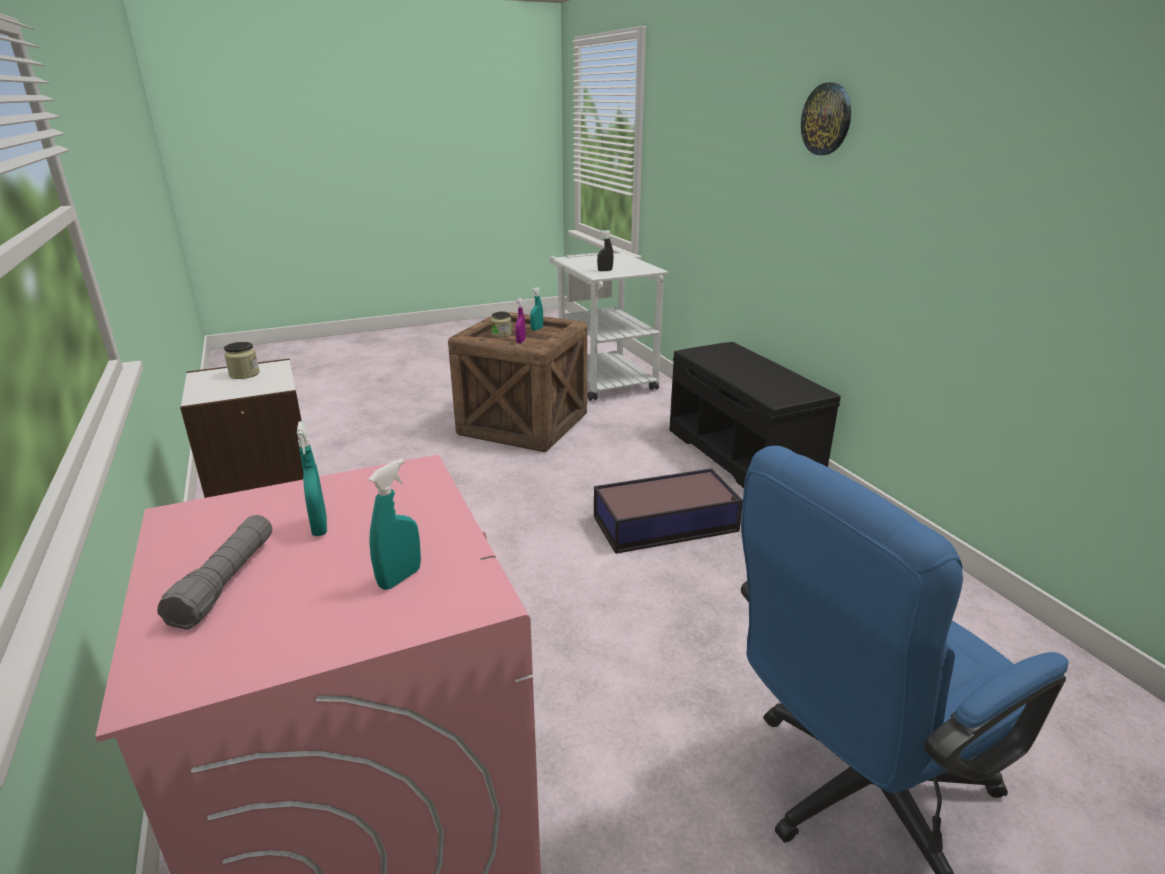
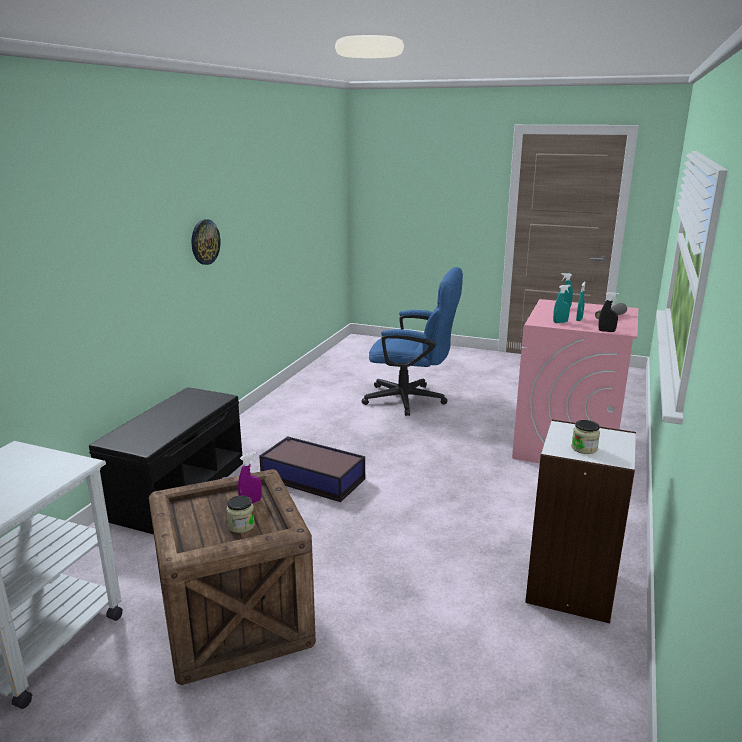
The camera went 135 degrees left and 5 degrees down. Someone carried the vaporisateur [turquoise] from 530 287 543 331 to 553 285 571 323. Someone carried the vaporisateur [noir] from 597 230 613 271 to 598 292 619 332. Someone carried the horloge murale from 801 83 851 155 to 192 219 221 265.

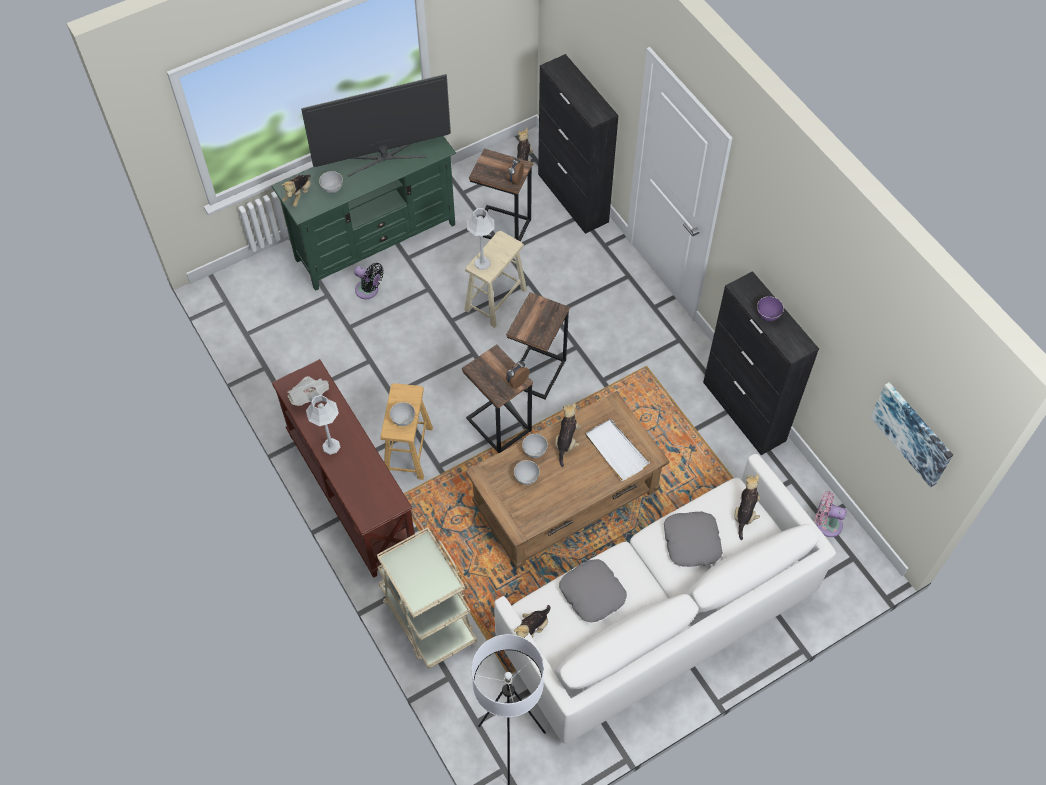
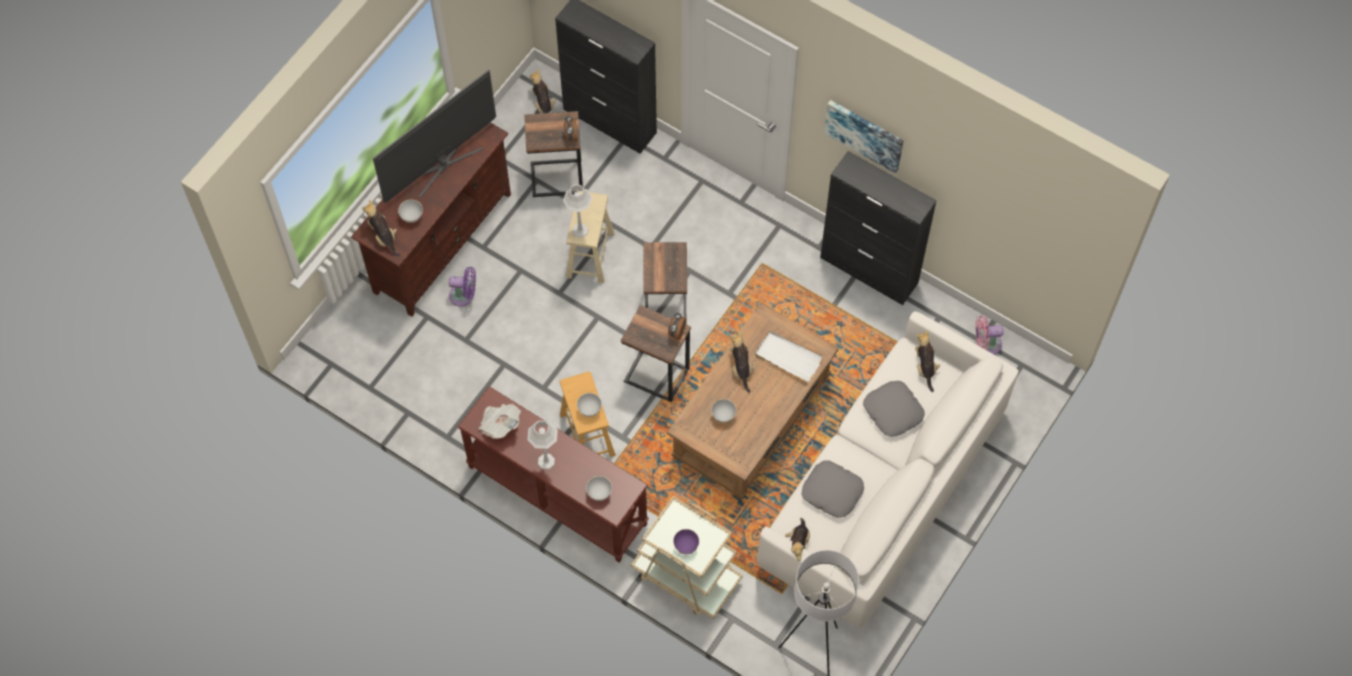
The camera went 25 degrees left and 5 degrees up. Someone repainted the meuble télé [vert] at 271 136 456 291, which became the meuble télé [marron] at 351 122 511 317. Someone rotated the peluche at 282 174 311 207 by 150 degrees clockwise. Someone repainted the ventilateur [noir] at 354 263 384 299, which became the ventilateur [violet] at 449 267 476 306. Someone carried the bol [gris] from 522 434 548 458 to 586 476 612 501. Someone carried the bol [violet] from 757 296 784 321 to 673 529 699 554. Someone carried the tableau from 870 382 953 488 to 824 100 904 174.

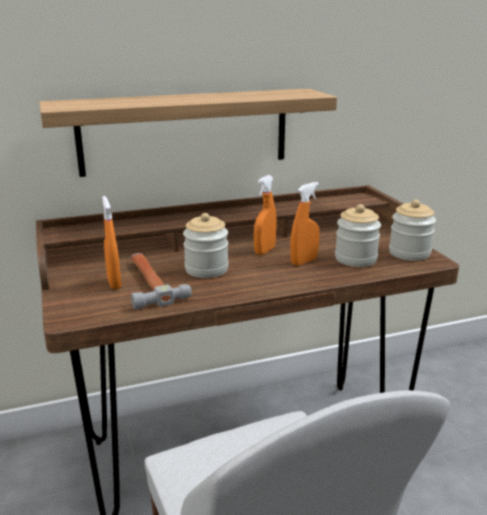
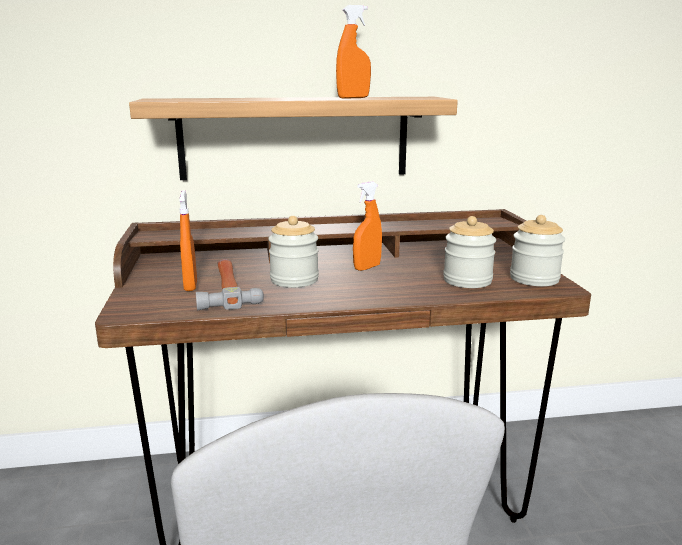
The camera went 10 degrees right and 5 degrees down. Someone carried the vaporisateur [orange] from 290 182 320 266 to 336 5 371 99.

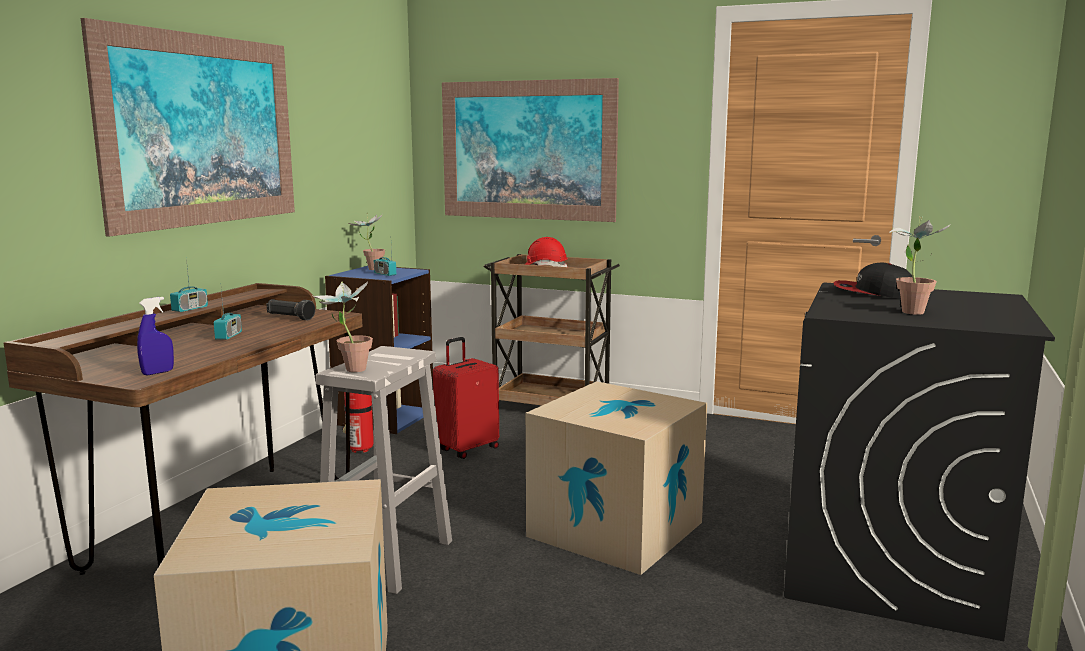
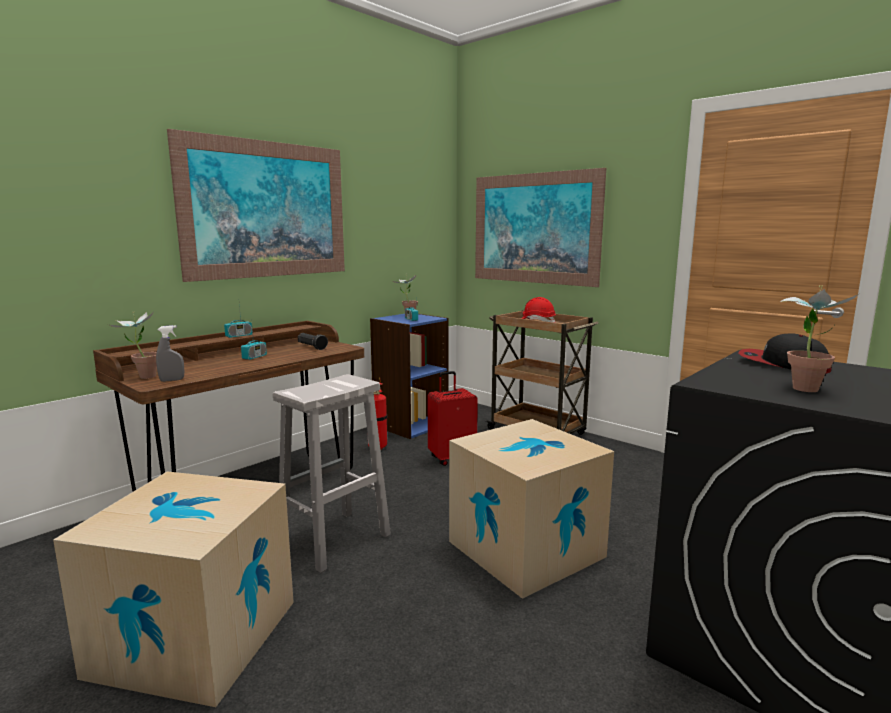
The camera went 20 degrees right and 0 degrees up. Someone repainted the vaporisateur [bleu] at 137 297 174 375, which became the vaporisateur [gris] at 156 325 184 382. Someone carried the plante en pot from 311 280 373 372 to 110 311 157 379.

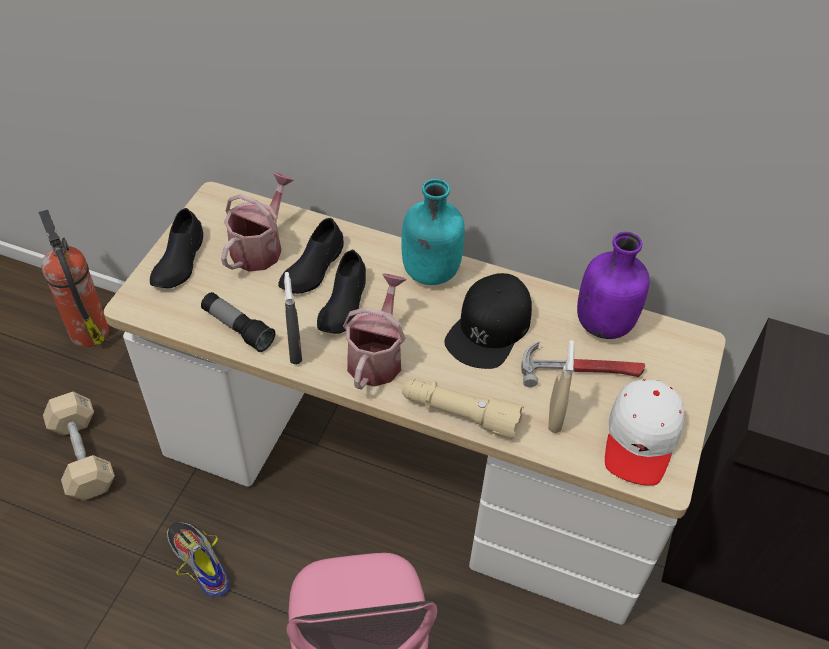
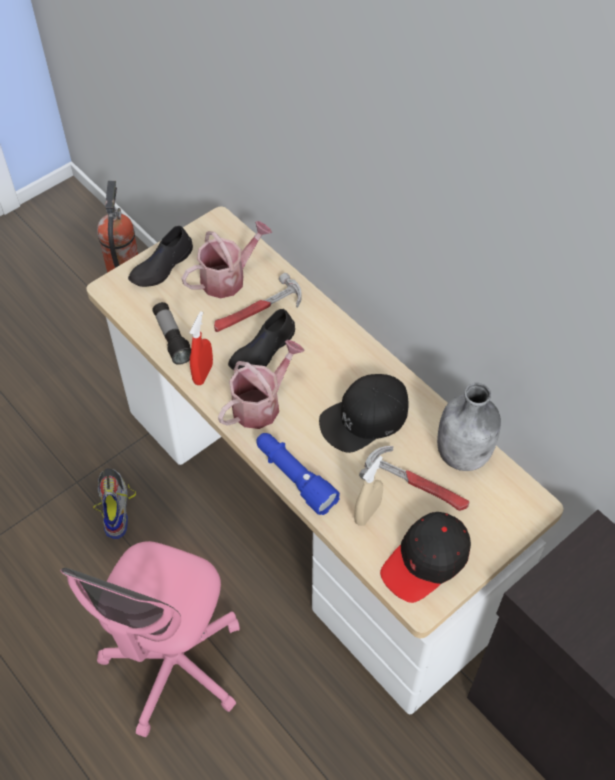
The camera went 30 degrees right and 5 degrees up. Someone took away the haltère [beige] at 43 392 115 500. Someone swapped the chaussure [noir] at 278 218 344 294 for the marteau at 214 273 302 332. Someone repainted the vaporisateur [gris] at 284 272 302 364, which became the vaporisateur [rouge] at 190 311 213 385. Someone took away the bouteille [turquoise] at 401 179 465 285. Someone repainted the lampe de poche [beige] at 402 379 524 439, which became the lampe de poche [bleu] at 256 433 340 515. Someone repainted the bouteille [violet] at 577 232 650 339, which became the bouteille [gris] at 437 383 501 471. Someone repainted the casquette [blanc] at 605 379 685 486, which became the casquette [noir] at 380 512 471 603.

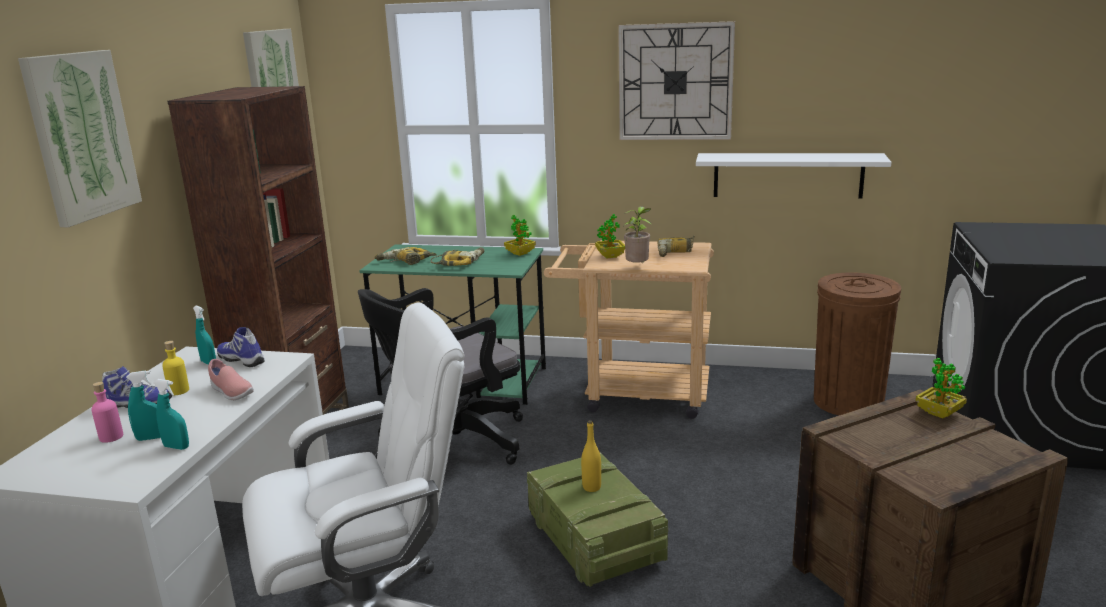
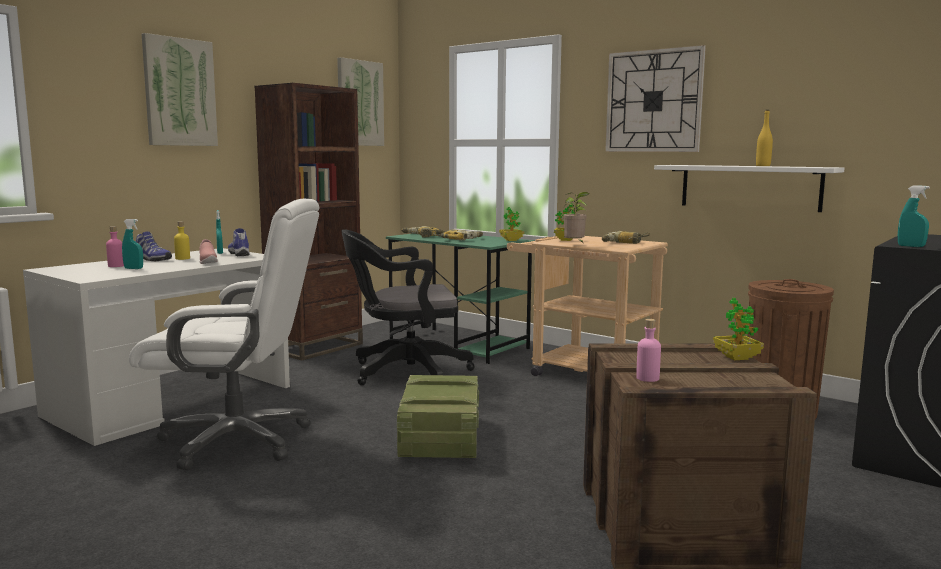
The camera went 25 degrees right and 10 degrees down. Someone carried the vaporisateur [turquoise] from 154 379 189 450 to 898 186 930 247. Someone carried the bouteille [jaune] from 581 420 601 492 to 756 110 773 166. Someone put down the bouteille [rose] at 636 319 661 382.

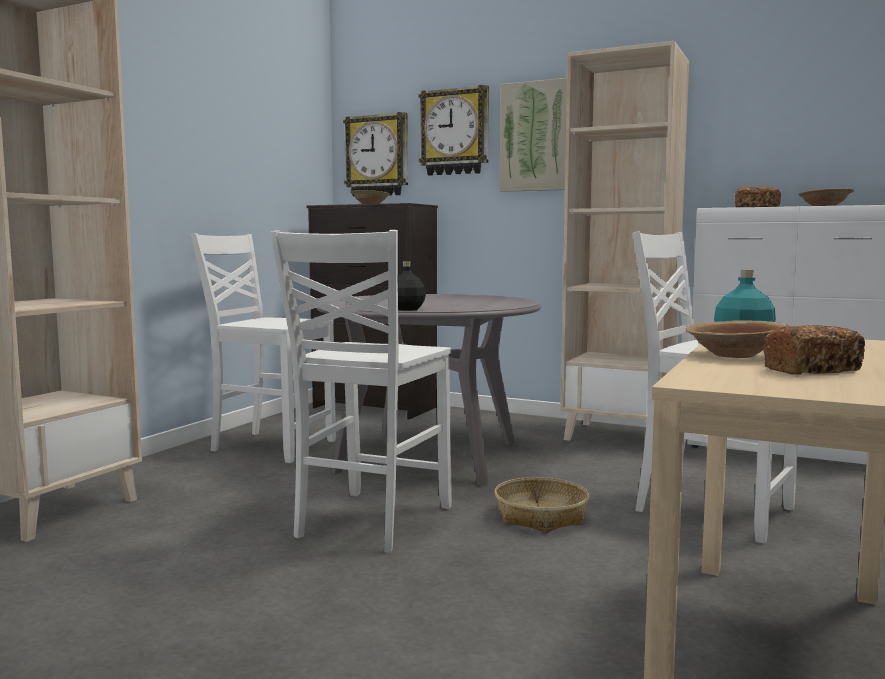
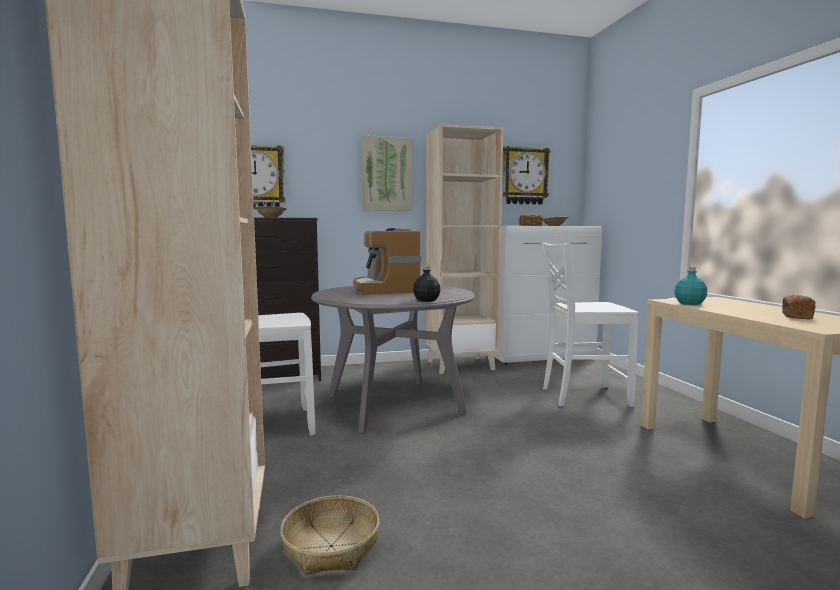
The camera went 40 degrees left and 0 degrees up. Someone took away the chaise [blanc] at 270 230 452 553. Someone carried the horloge murale from 419 85 489 176 to 502 146 550 204. Someone carried the panier from 494 477 589 533 to 280 495 379 575. Someone took away the bol [marron] at 686 320 789 358. Someone put down the machine à café at 353 228 421 295.

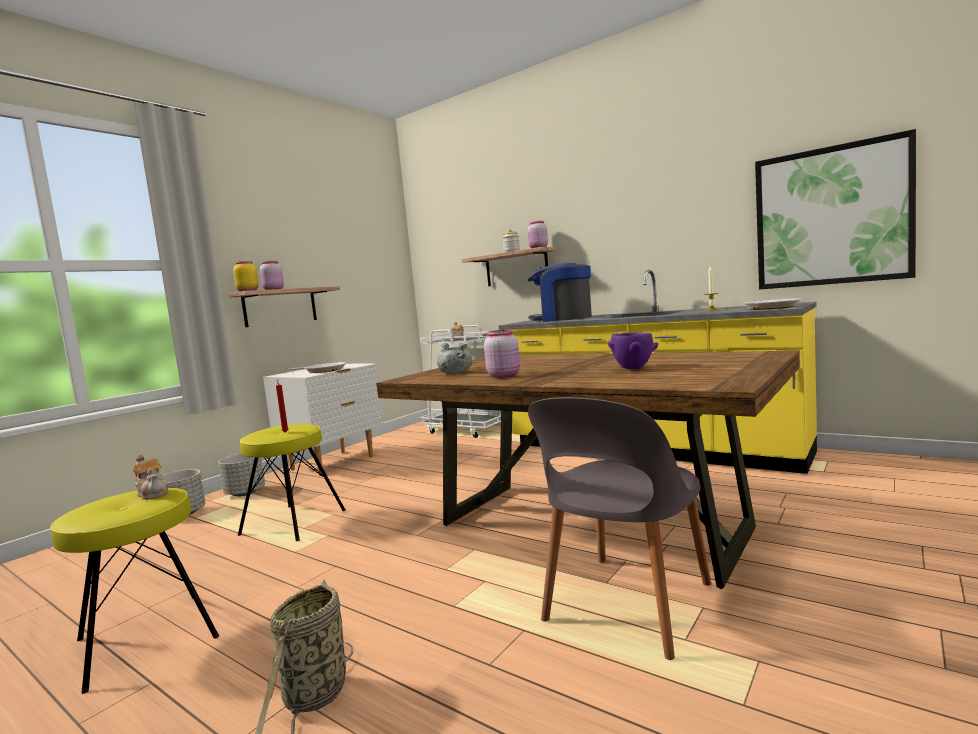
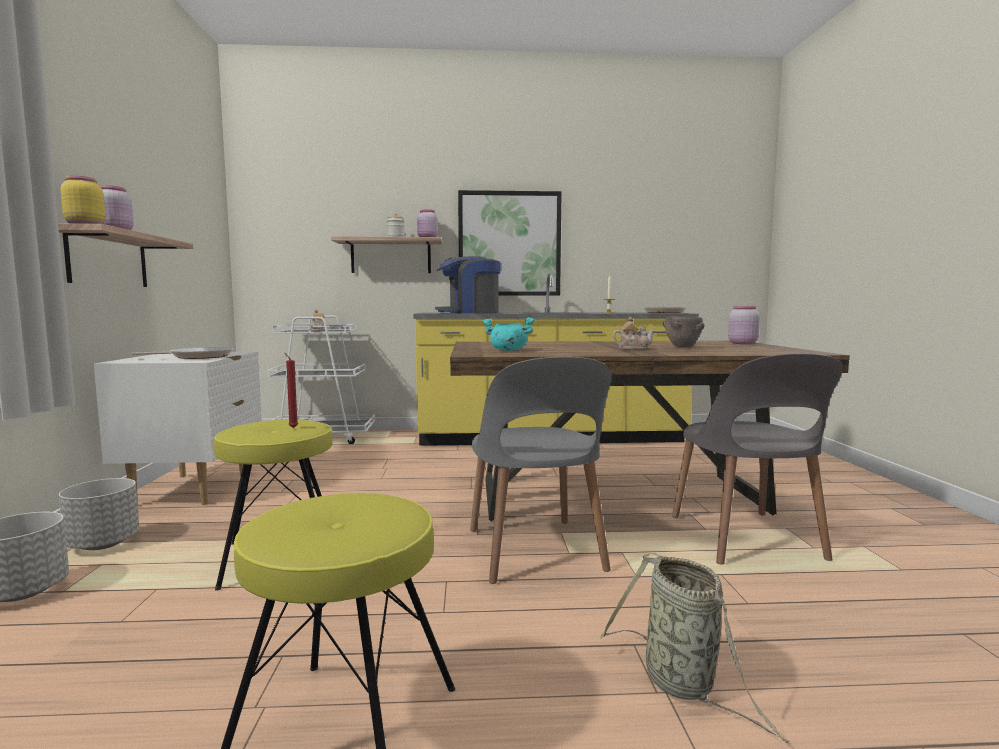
The camera went 40 degrees left and 0 degrees up. Someone carried the théière from 133 454 168 500 to 613 317 655 349. Someone repainted the marmite [gris] at 437 343 473 373, which became the marmite [turquoise] at 482 317 535 351. Someone carried the bocal [rose] from 484 330 520 378 to 728 306 760 344. Someone repainted the bol [violet] at 608 333 658 369, which became the bol [marron] at 663 316 704 348. Someone carried the tableau from 755 129 916 290 to 458 190 562 296. Someone put down the chaise [gris] at 470 357 611 584.

